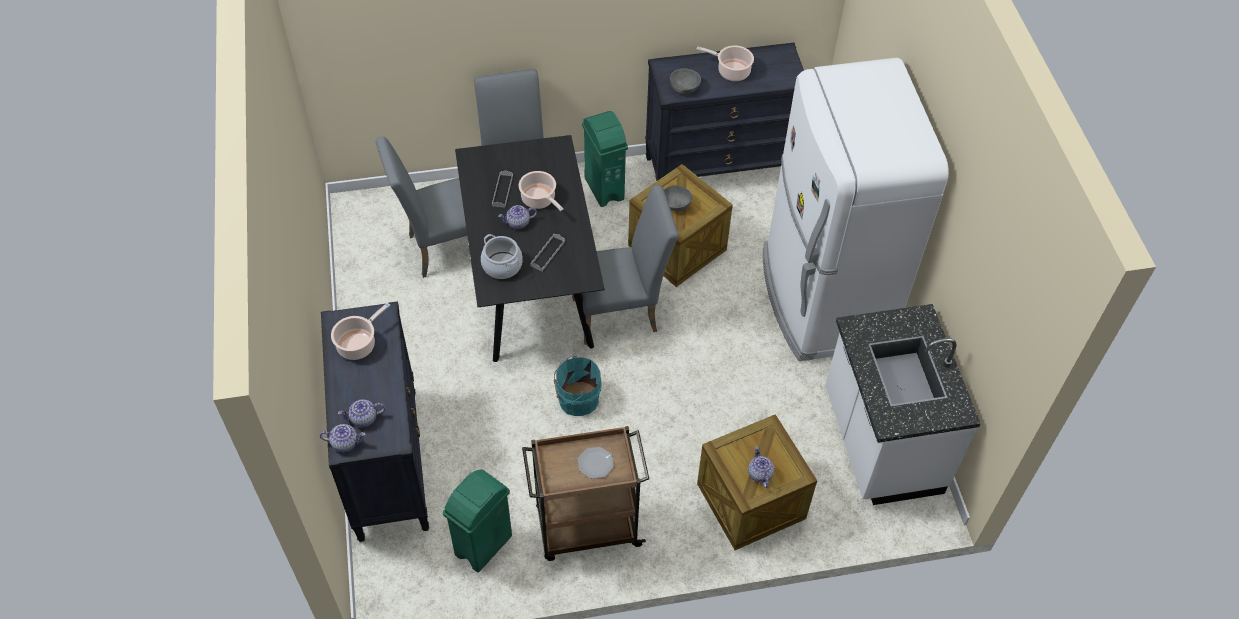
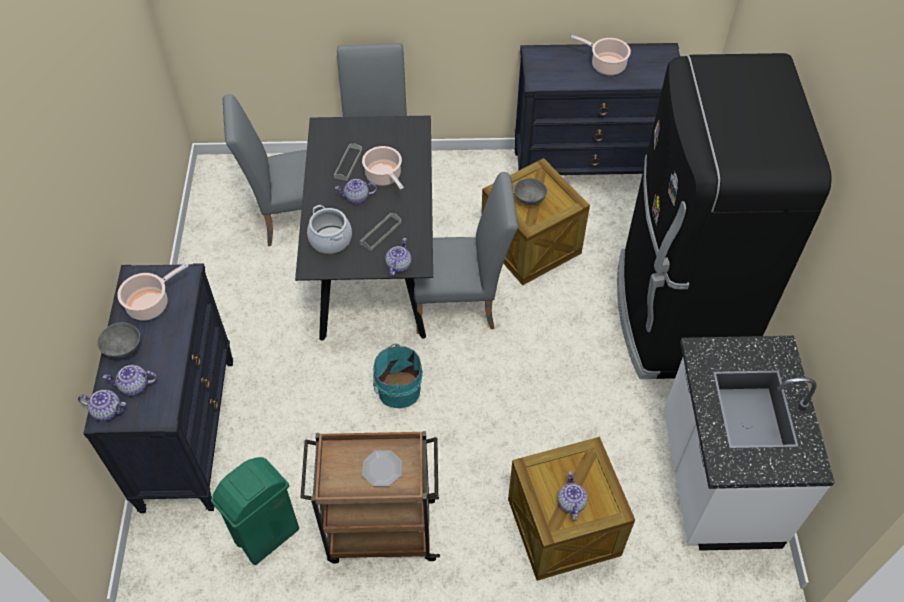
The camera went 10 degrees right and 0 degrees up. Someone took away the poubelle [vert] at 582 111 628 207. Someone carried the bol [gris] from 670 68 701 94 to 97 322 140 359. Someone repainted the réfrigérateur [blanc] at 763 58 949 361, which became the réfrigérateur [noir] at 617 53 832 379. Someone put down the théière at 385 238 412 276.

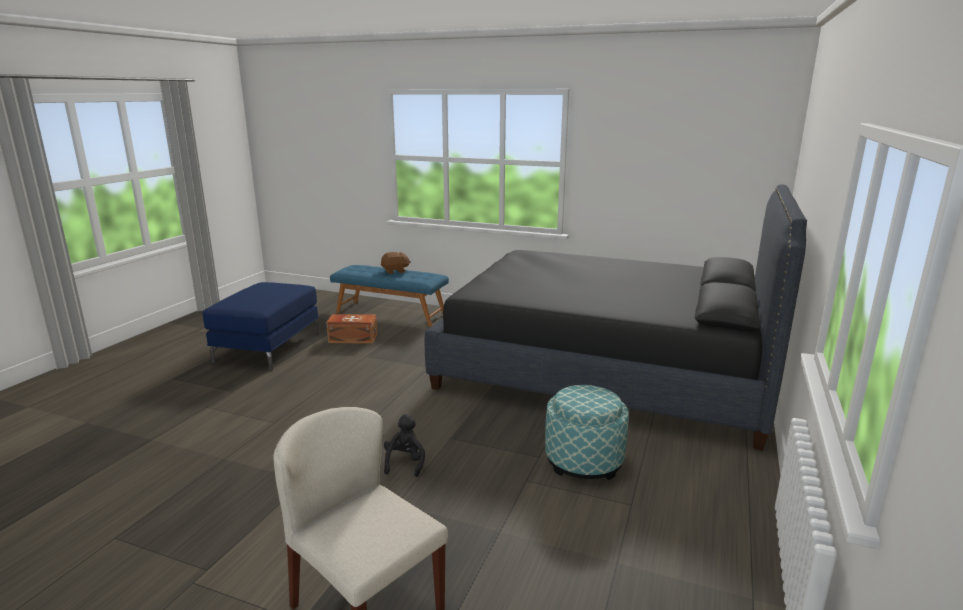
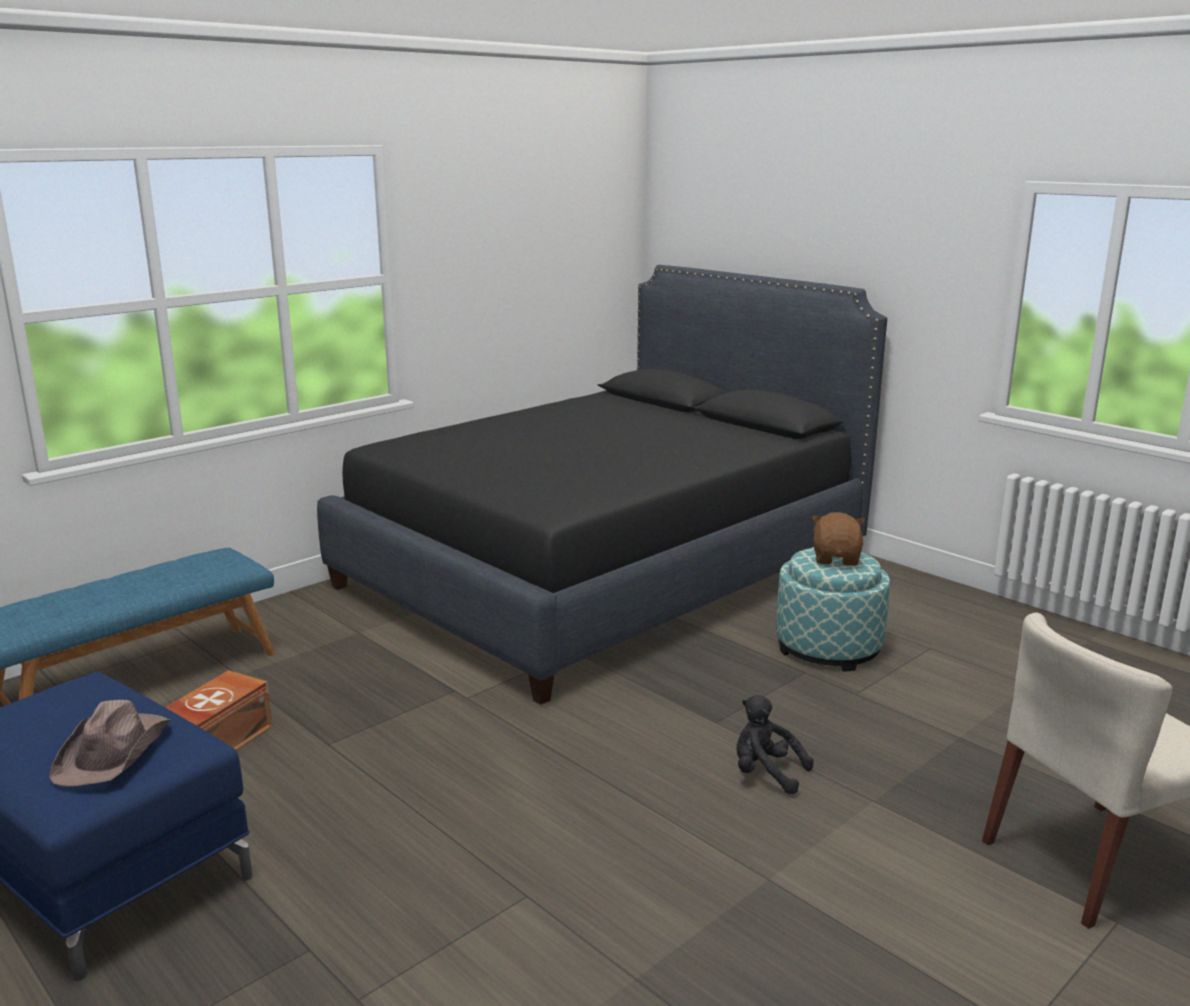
The camera went 65 degrees left and 0 degrees up. Someone carried the peluche [marron] from 381 252 411 274 to 812 512 865 566. Someone put down the chapeau [marron] at 49 700 171 786.

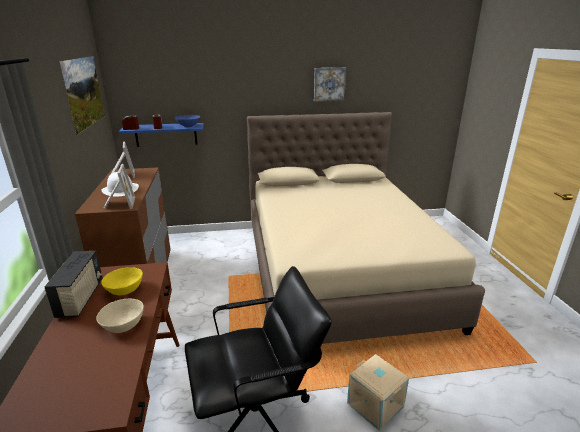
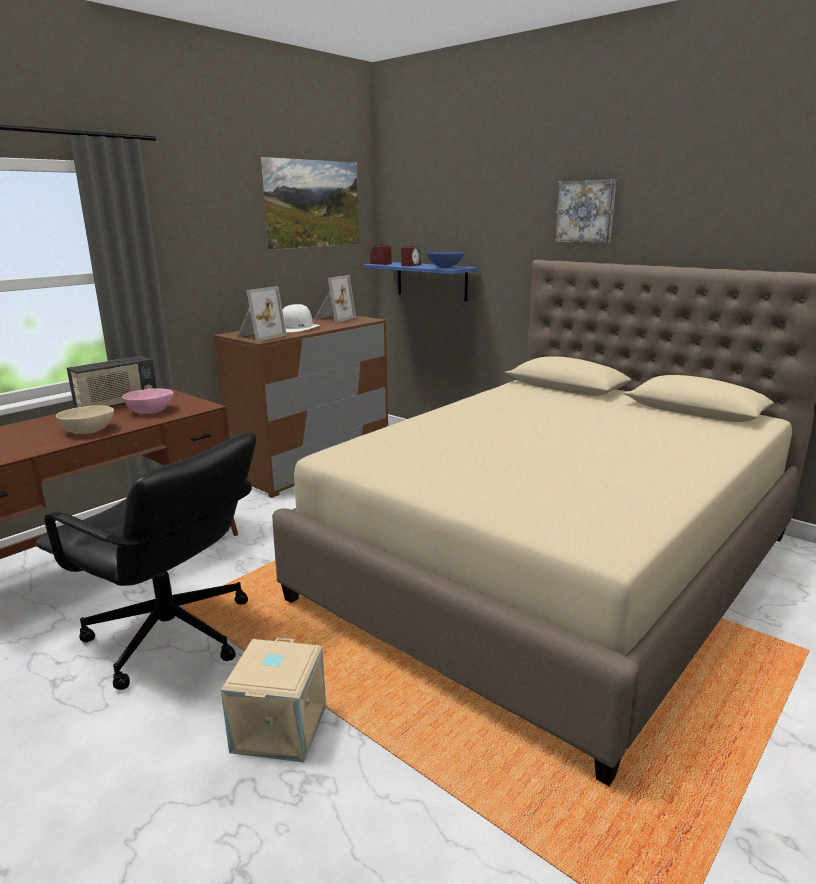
The camera went 50 degrees right and 5 degrees down. Someone repainted the bol [jaune] at 101 267 143 295, which became the bol [rose] at 122 388 174 414. Someone carried the tableau from 314 68 346 101 to 555 179 616 243.

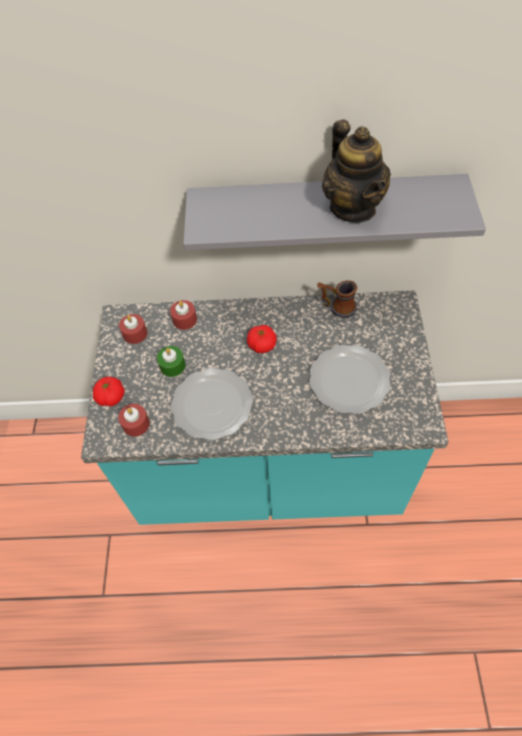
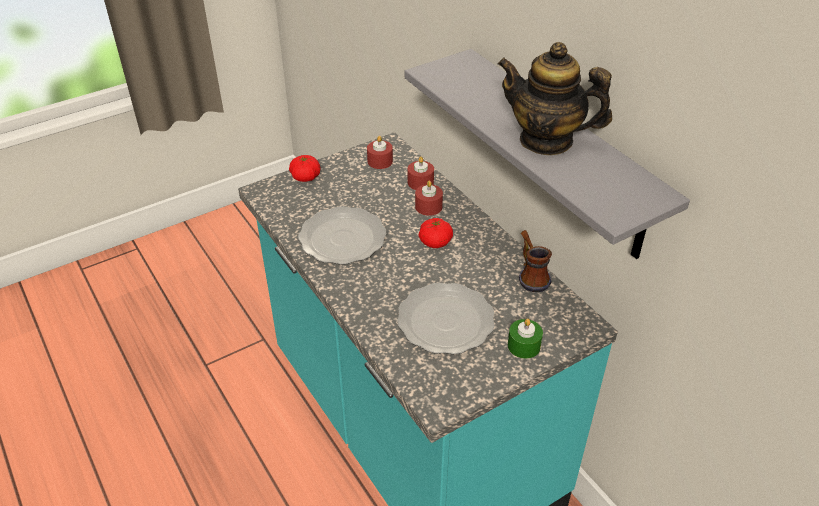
The camera went 55 degrees right and 15 degrees down. Someone carried the bougie [rouge] from 118 404 150 437 to 415 180 443 216. Someone carried the bougie [vert] from 157 346 185 377 to 508 319 543 359. Someone rotated the théière at 322 120 391 223 by 75 degrees clockwise.

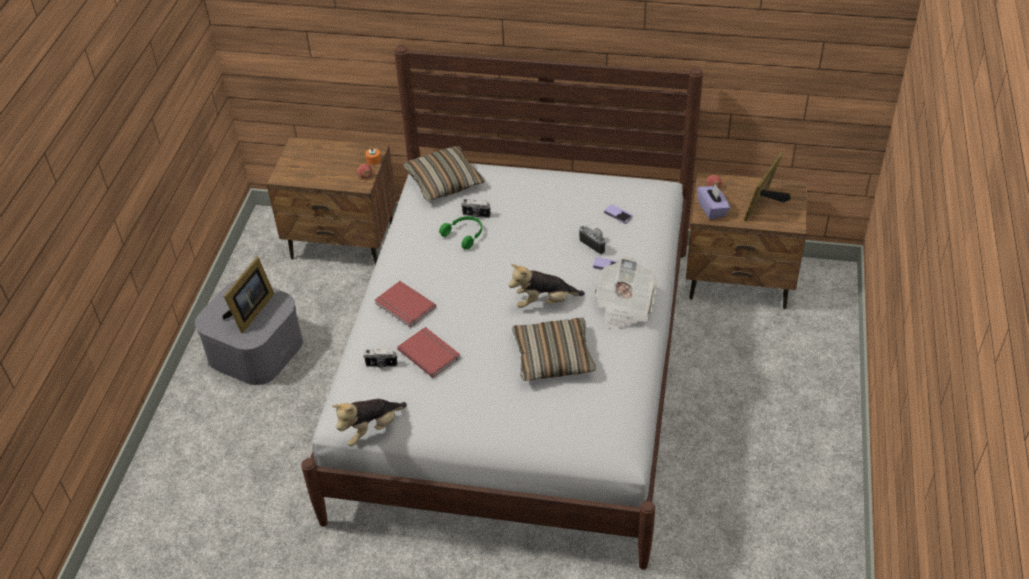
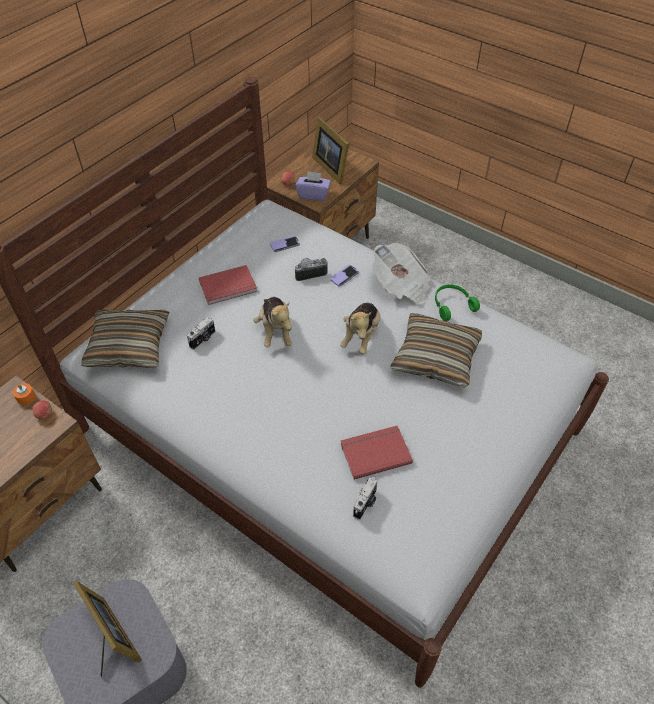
The camera went 65 degrees left and 5 degrees up. Someone carried the peluche from 332 399 407 446 to 253 297 292 347. Someone carried the livre [rouge] from 375 281 436 328 to 199 265 257 305. Someone carried the casque audio [vert] from 439 216 482 249 to 435 284 480 321.

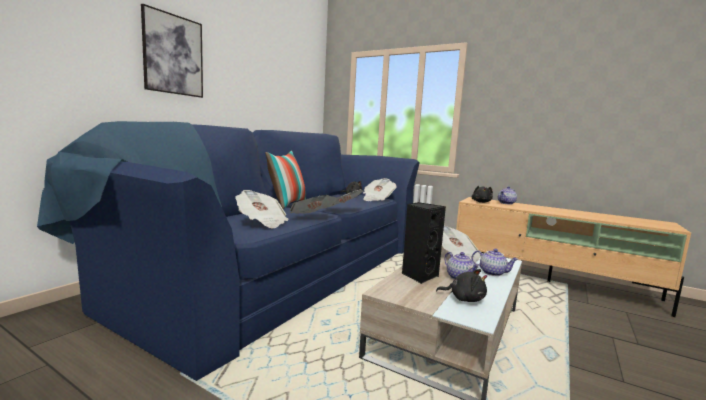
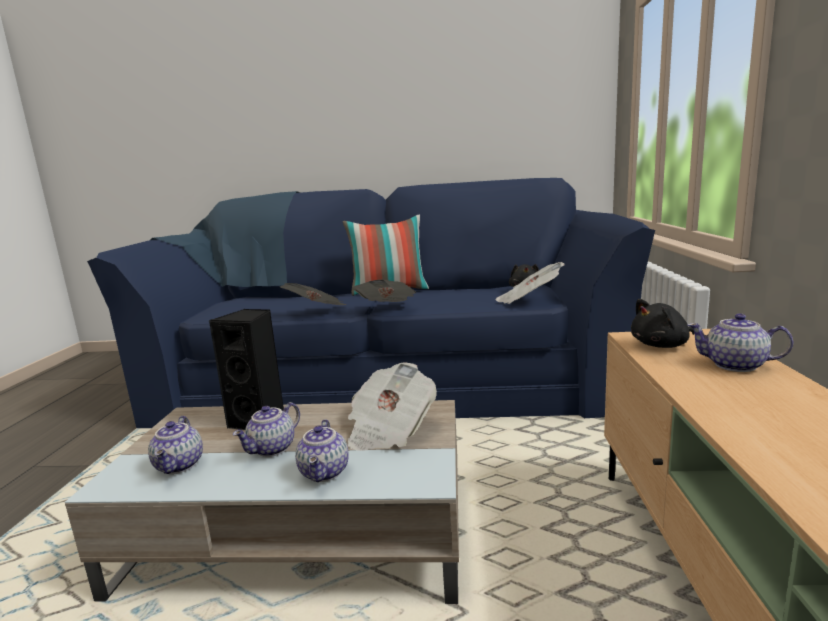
The camera went 65 degrees right and 5 degrees up. Someone took away the tableau at 141 4 203 98. Someone took away the journal at 235 190 289 229. Someone swapped the peluche [noir] at 436 269 487 302 for the théière at 148 416 203 474.

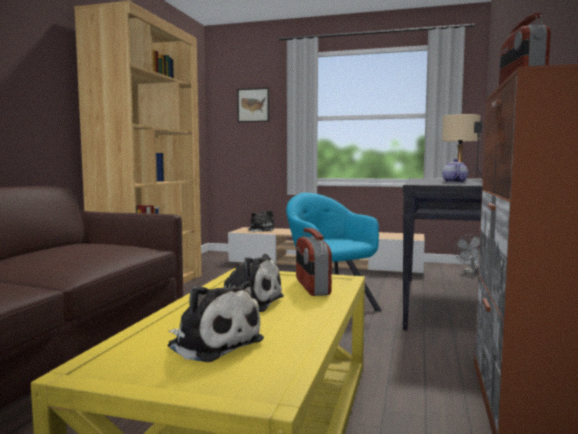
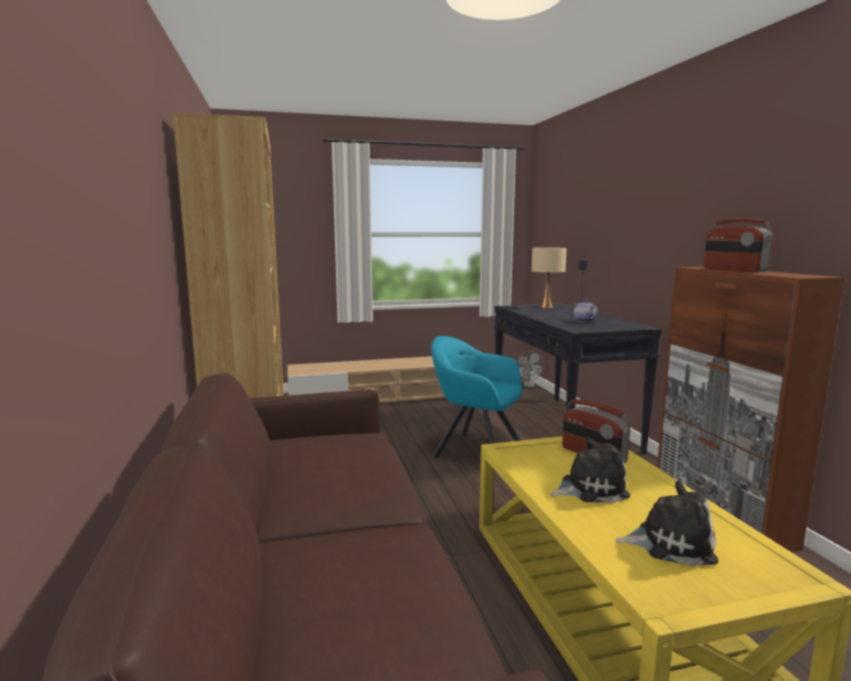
The camera went 30 degrees left and 5 degrees up. Someone took away the tableau at 237 88 269 122. Someone took away the peluche at 248 211 275 233.

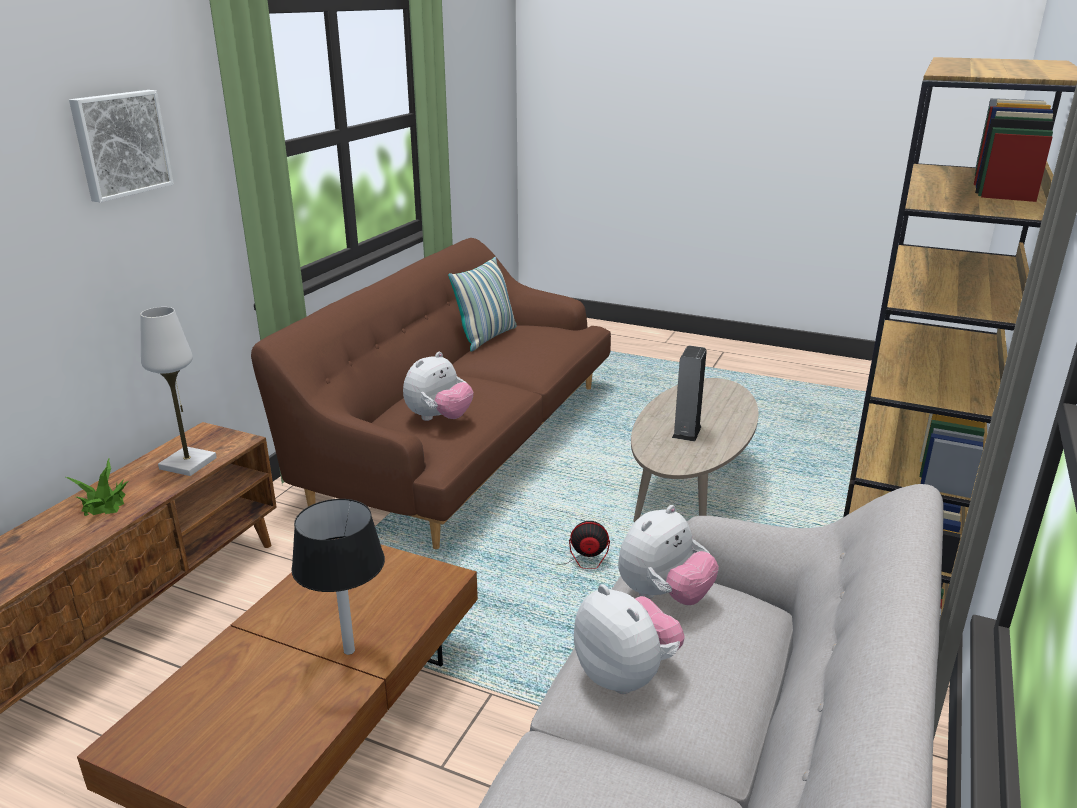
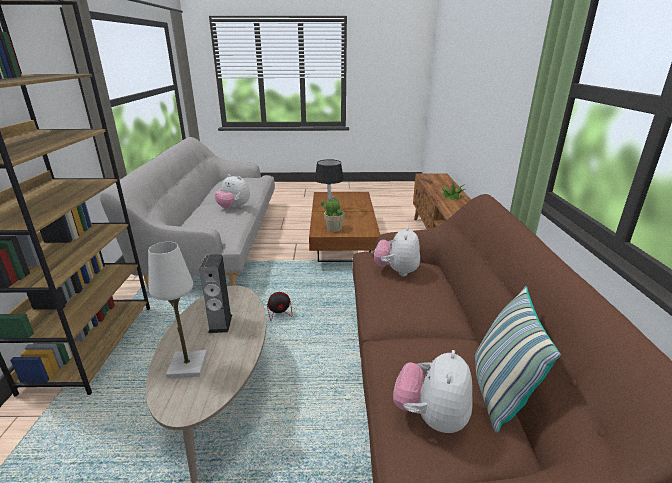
The camera went 155 degrees right and 0 degrees up. Someone took away the tableau at 69 90 174 202. Someone carried the lampe de table [blanc] from 141 307 217 476 to 148 242 207 379. Someone carried the peluche from 618 505 719 605 to 393 350 473 433. Someone put down the plante en pot at 321 196 345 232.

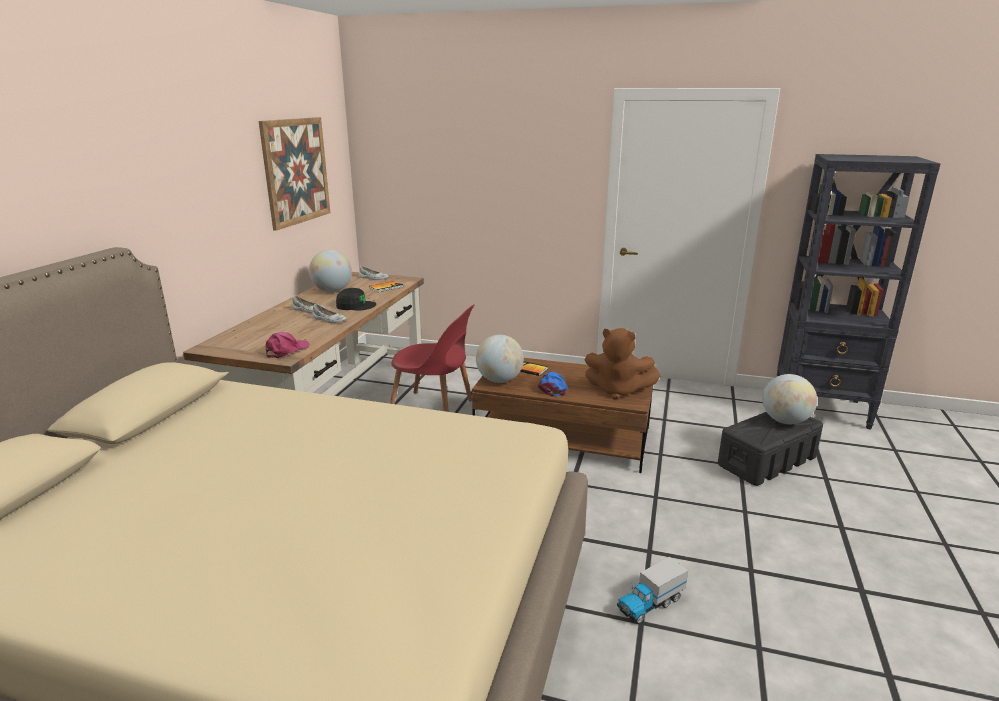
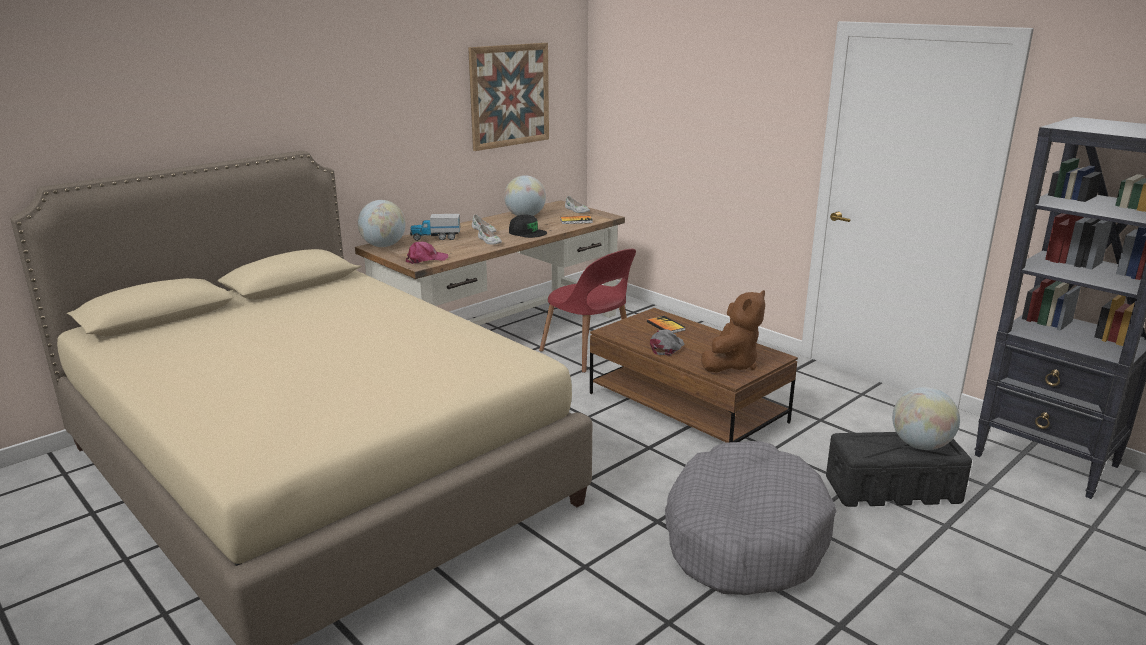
The camera went 30 degrees right and 0 degrees up. Someone carried the globe from 476 335 524 383 to 358 200 406 247. Someone repainted the casquette [bleu] at 537 372 568 397, which became the casquette [gris] at 650 329 684 356. Someone rotated the peluche [marron] at 585 328 661 399 by 105 degrees counterclockwise. Someone carried the camion jouet from 617 557 688 624 to 410 214 460 241. Someone put down the panier pour chien [gris] at 665 441 836 595.

